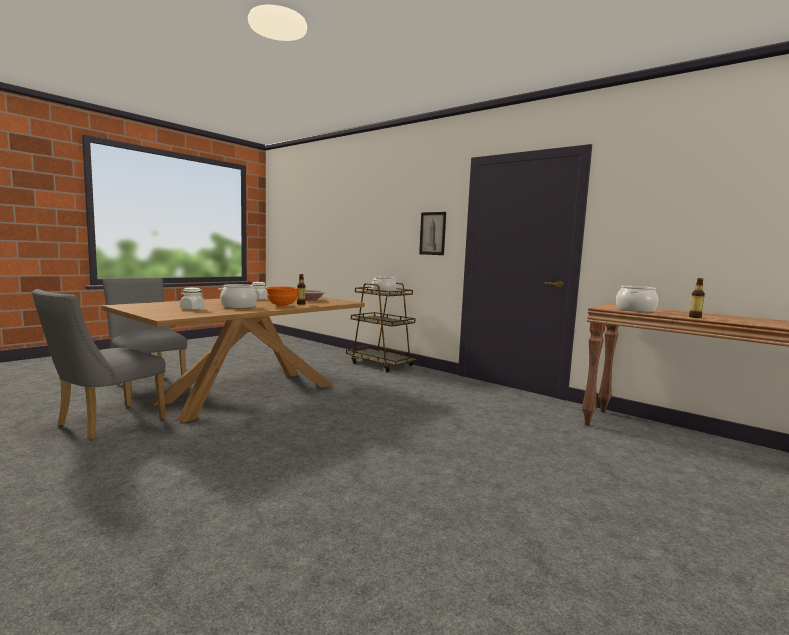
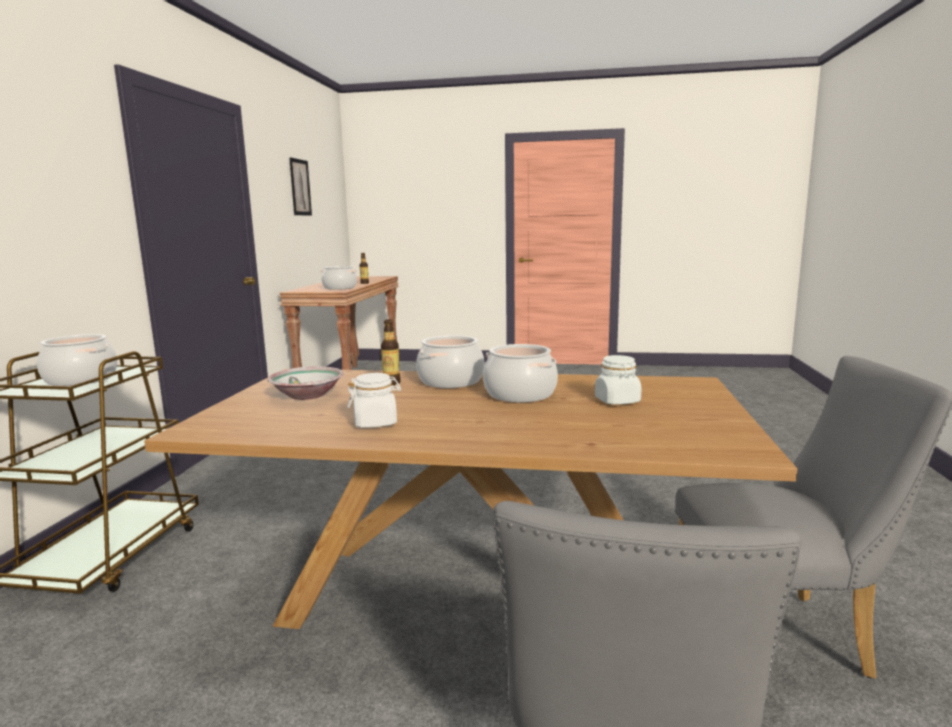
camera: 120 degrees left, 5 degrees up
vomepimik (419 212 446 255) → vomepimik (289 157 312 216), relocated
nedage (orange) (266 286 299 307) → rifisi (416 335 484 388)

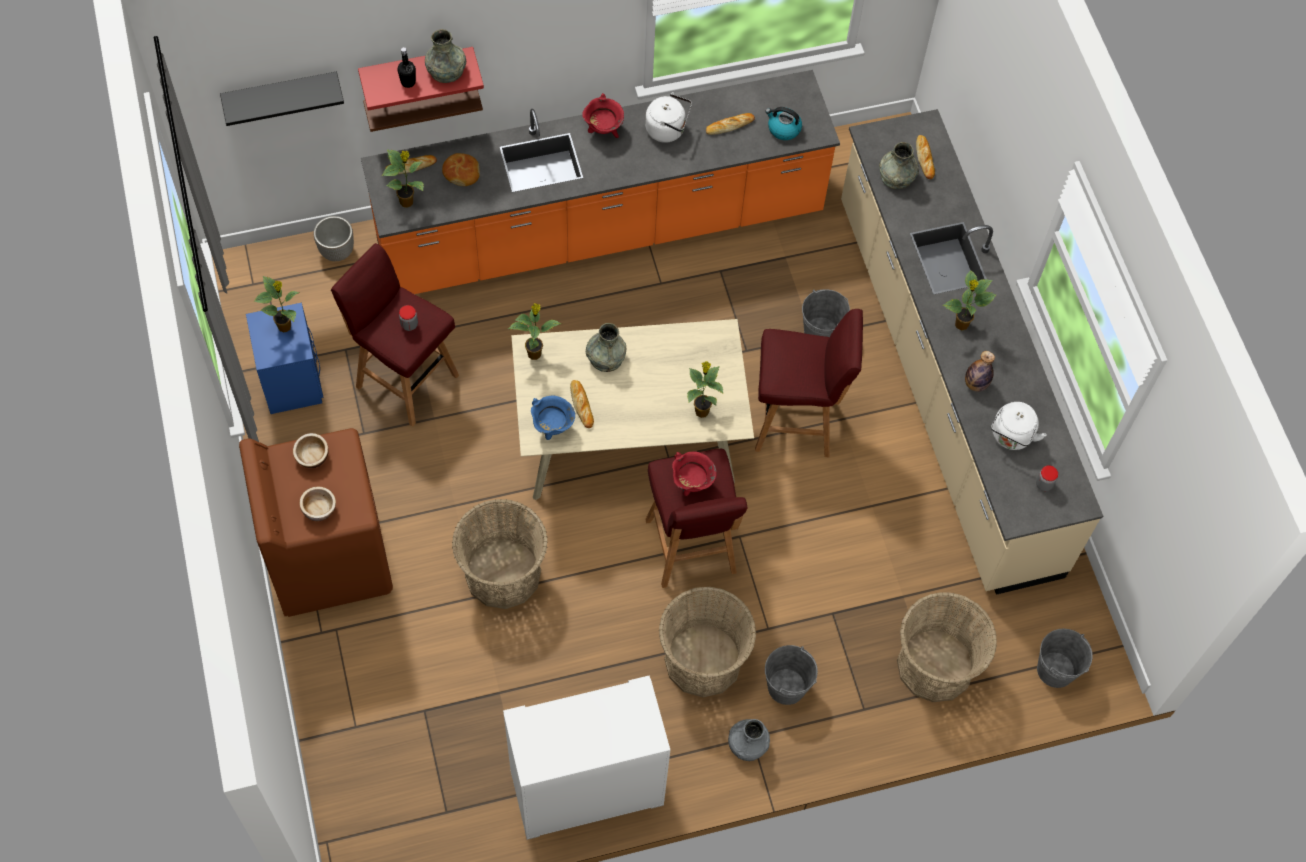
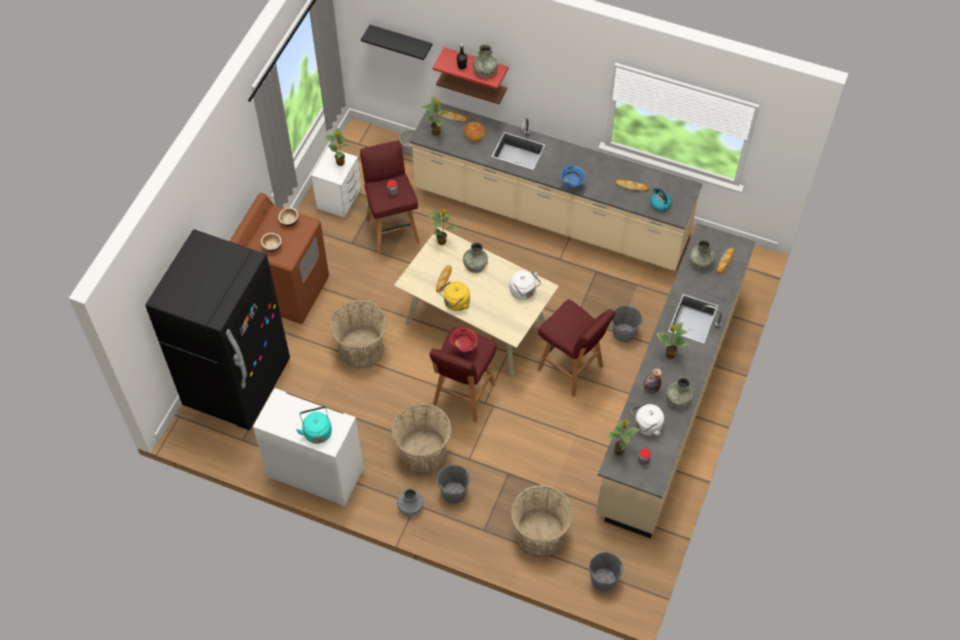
camera: 40 degrees right, 5 degrees down
rifisi (red) (582 93 624 138) → -
- → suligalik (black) (146 229 290 430)
- → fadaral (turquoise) (296 406 332 444)
- → fadaral (yellow) (438 281 470 311)
- → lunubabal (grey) (666 377 693 409)
rifisi (blue) (531 395 575 440) → rifisi (blue) (560 163 586 189), relocated
fadaral (white) (645 92 692 143) → fadaral (white) (510 270 541 300), relocated
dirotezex (687 361 723 418) → dirotezex (606 419 640 456), relocated
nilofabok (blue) (246 303 323 414) → nilofabok (white) (311 147 361 218)
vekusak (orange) (361 70 840 294) → vekusak (beige) (409 102 702 271)

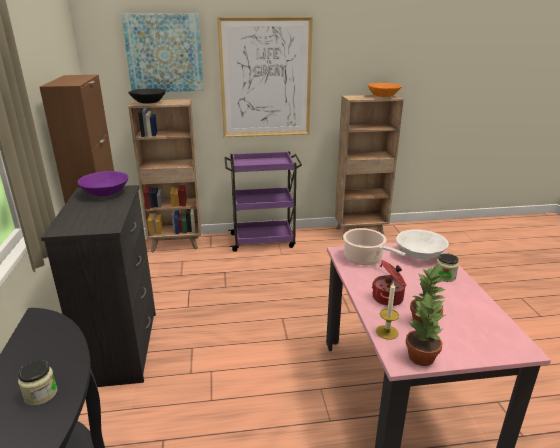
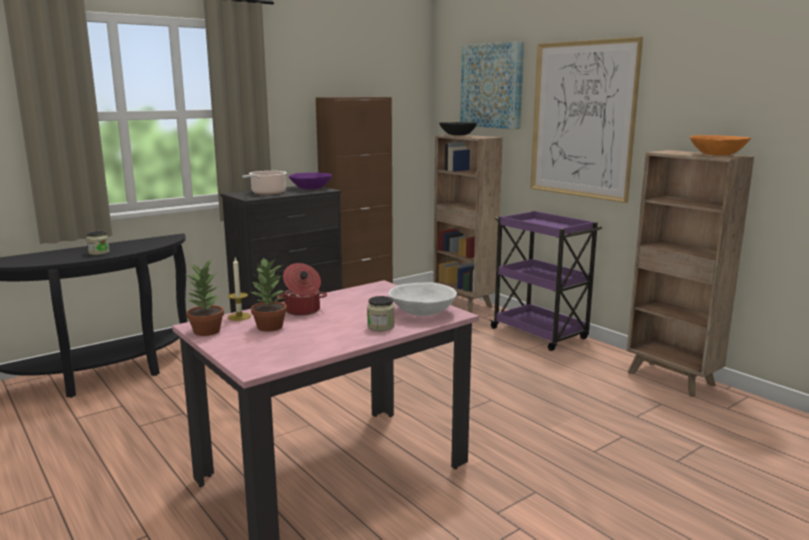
camera: 60 degrees right, 10 degrees down
rifisi (343 228 406 265) → rifisi (242 171 287 195), relocated

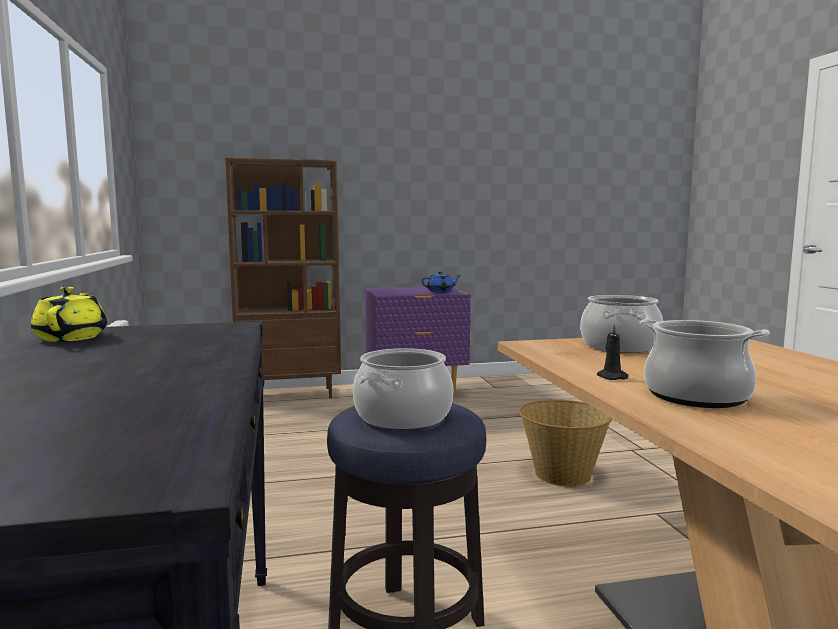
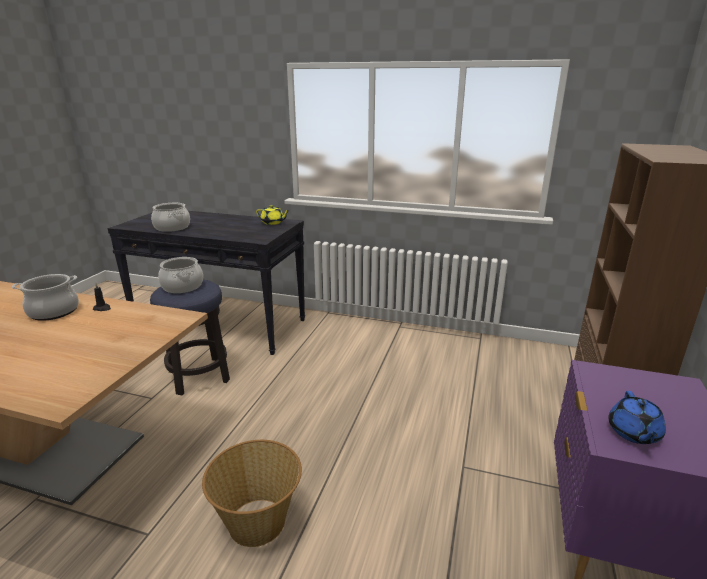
camera: 120 degrees right, 15 degrees up
rifisi (580 295 663 353) → rifisi (151 203 190 232), relocated

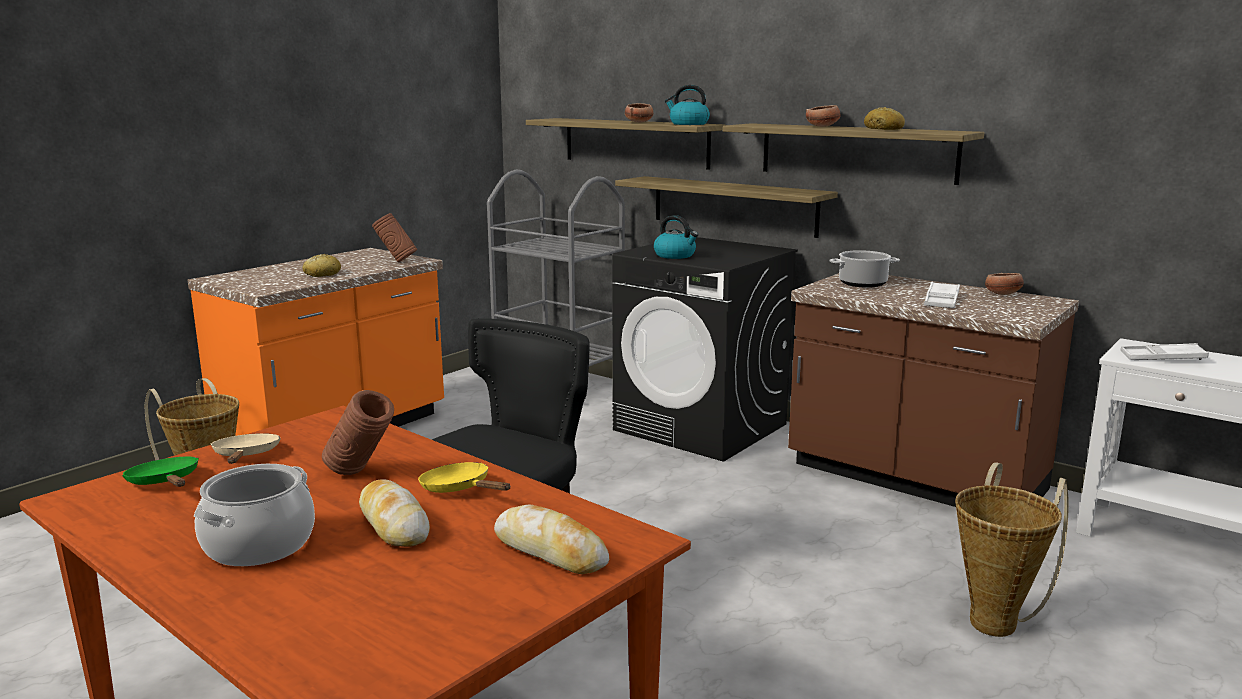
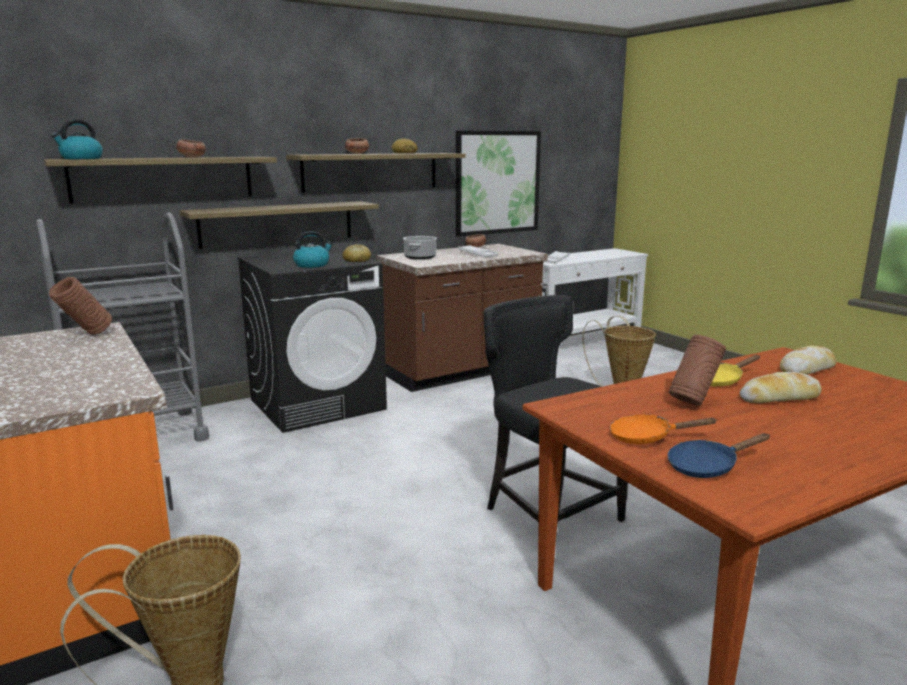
camera: 70 degrees left, 0 degrees up
rifisi (194 464 315 566) → -
- → vomepimik (456 130 541 237)
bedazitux (302 254 341 277) → bedazitux (343 244 371 262), relocated
fadaral (665 85 710 125) → fadaral (51 120 103 159), relocated
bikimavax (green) (122 456 199 487) → bikimavax (blue) (667 433 770 478)
bikimavax (beige) (210 433 281 464) → bikimavax (orange) (610 414 717 444)

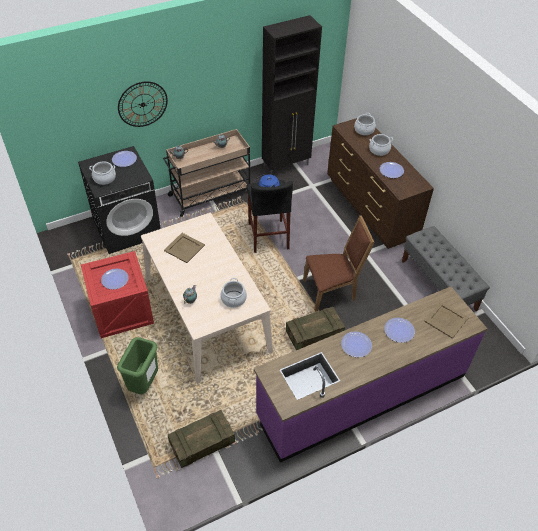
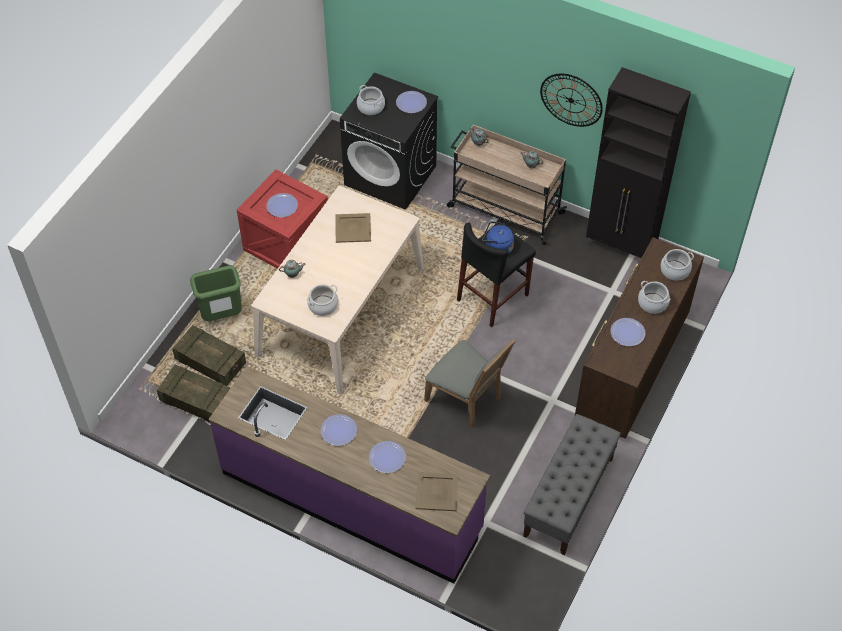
camera: 55 degrees right, 5 degrees up
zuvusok (118 81 168 127) → zuvusok (540 74 603 127), relocated
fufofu (286 307 345 350) → fufofu (172 325 246 386), relocated
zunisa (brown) (303 215 375 312) → zunisa (grey) (424 339 516 428)

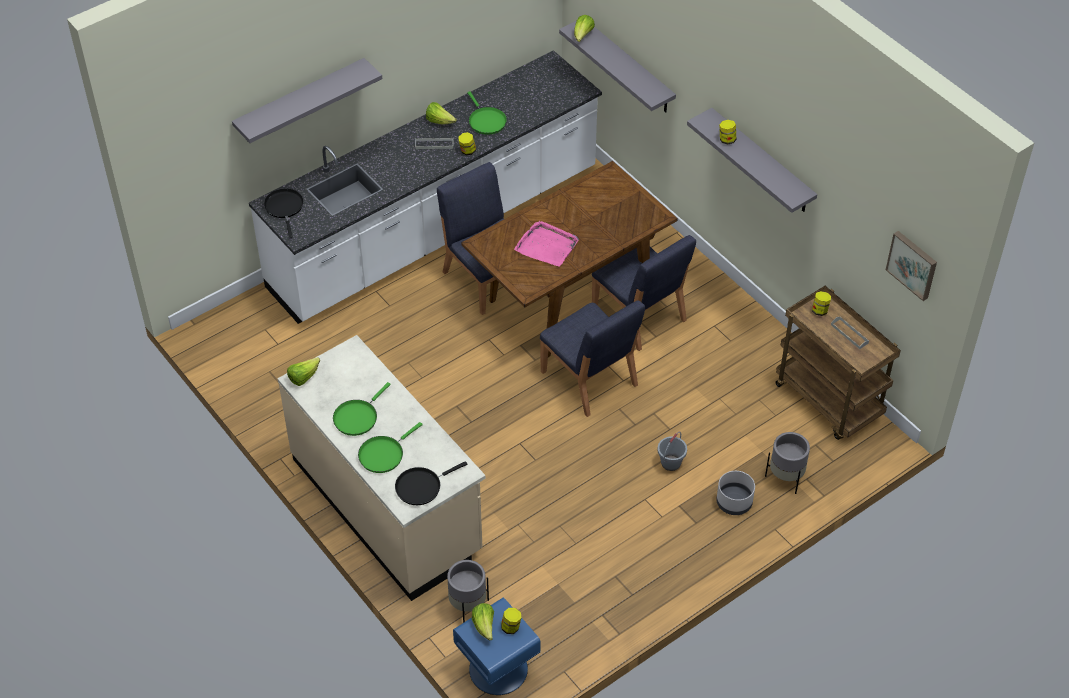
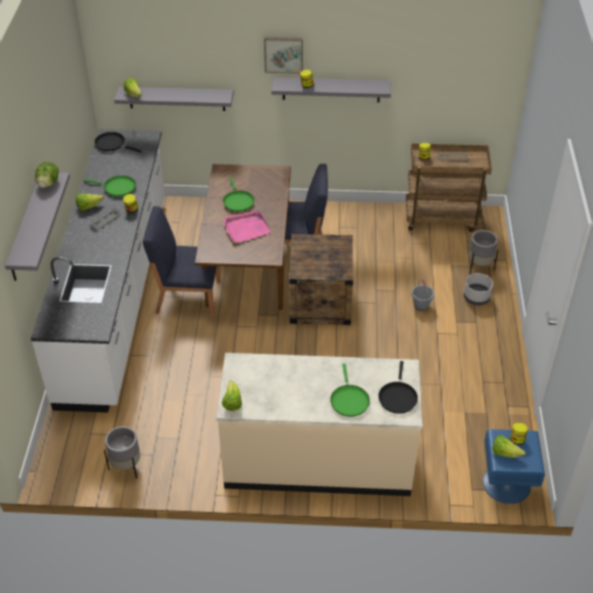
camera: 50 degrees left, 5 degrees down
- → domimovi (35 162 59 188)
bikimavax (black) (264 188 304 239) → bikimavax (black) (94 132 141 152), relocated
bikimavax (green) (333 382 391 436) → bikimavax (green) (223 177 254 212), relocated
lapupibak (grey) (447 560 489 623) → lapupibak (grey) (104 426 140 479), relocated
vomepimik (886 231 937 301) → vomepimik (264 37 303 74), relocated
zunisa (blue) (540 300 645 417) → fufofu (289 234 353 325)

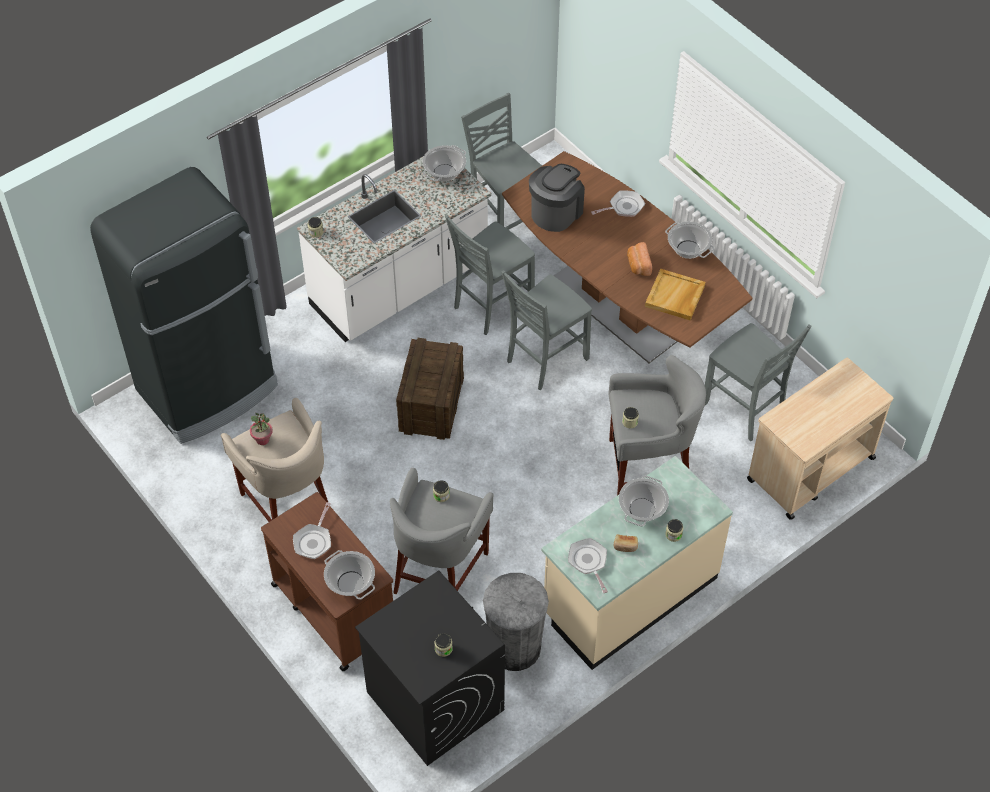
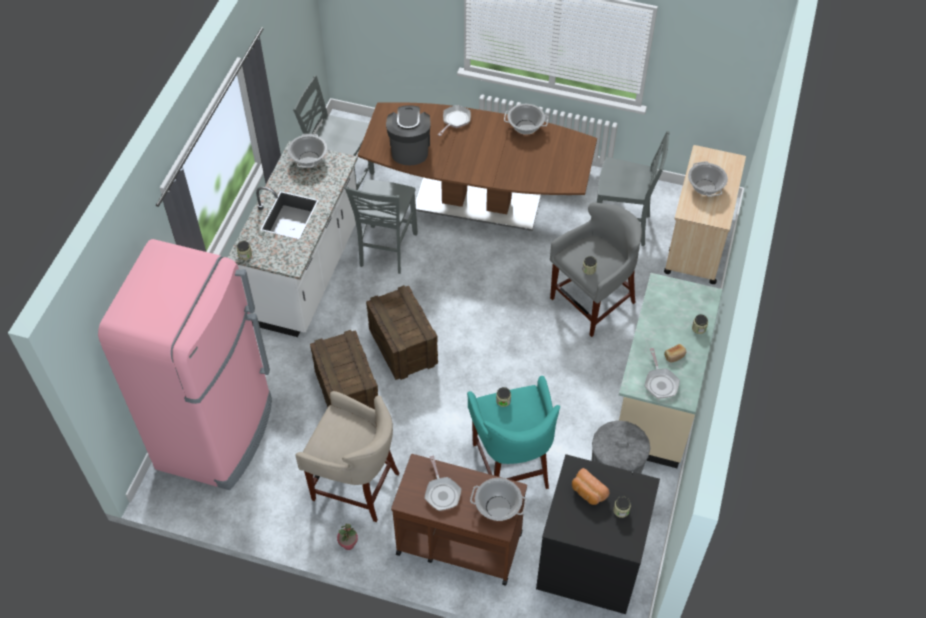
camera: 35 degrees left, 0 degrees up
zunisa (grey) (501 270 592 390) → -
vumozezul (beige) (645 269 705 320) → -
- → fufofu (310 330 378 410)
dirotezex (250 413 272 445) → dirotezex (337 524 358 550), relocated
rifisi (619 476 669 527) → rifisi (688 161 728 197), relocated
bedazitux (627 242 652 276) → bedazitux (572 468 610 505), relocated
suligalik (black) (90 167 278 444) → suligalik (pink) (98 239 272 490)
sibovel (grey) (390 468 494 595) → sibovel (turquoise) (467 376 560 489)
bikimavax (568 538 608 593) → bikimavax (644 348 680 399), 135 degrees counterclockwise

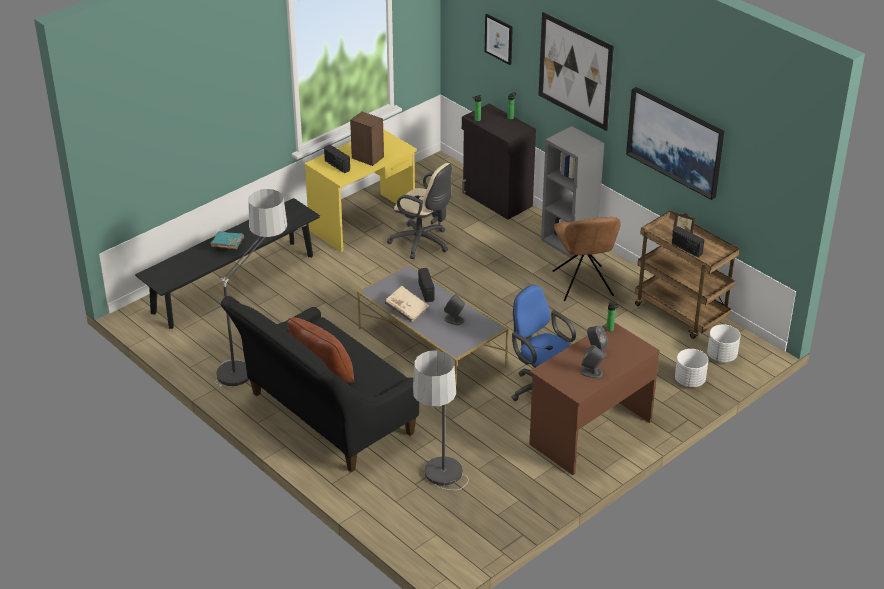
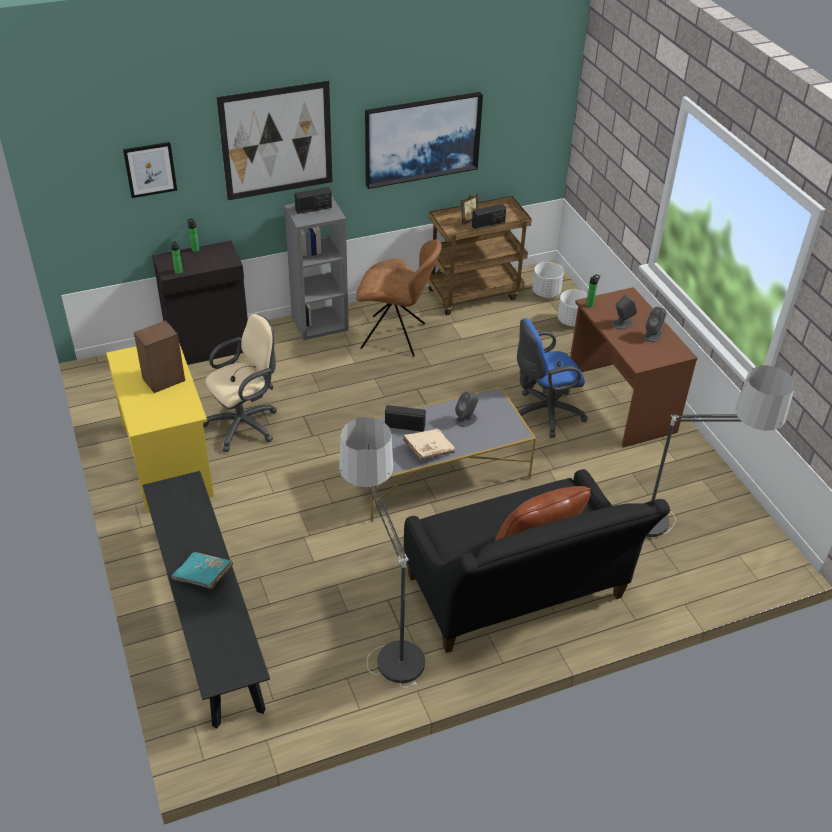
camera: 70 degrees left, 5 degrees up
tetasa (324 145 350 173) → tetasa (294 187 332 214), relocated

